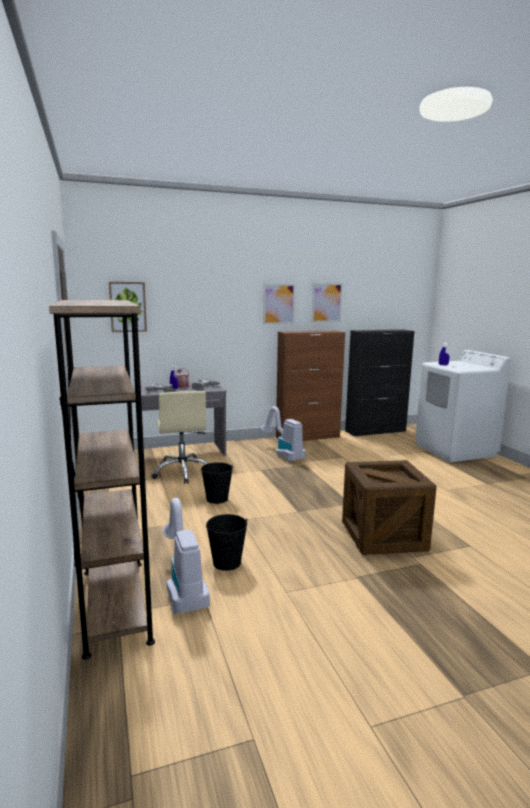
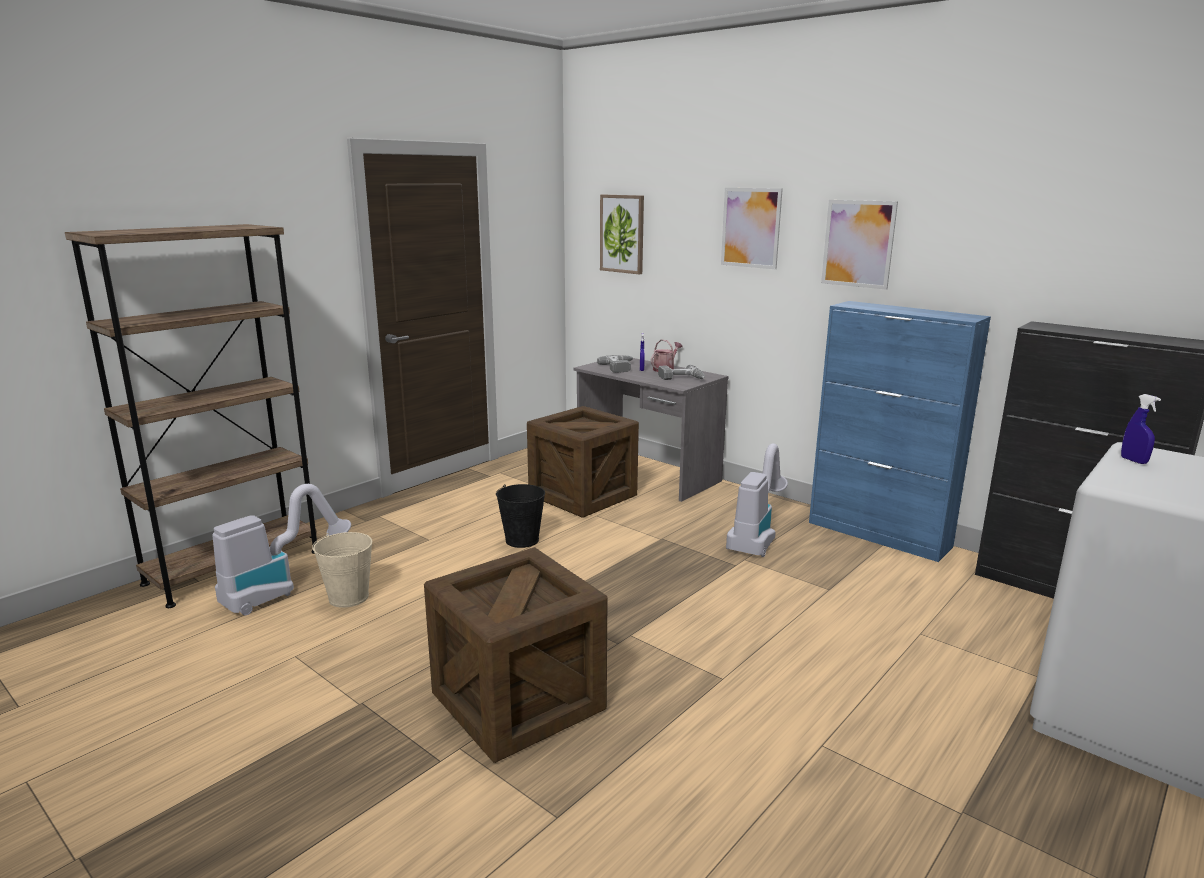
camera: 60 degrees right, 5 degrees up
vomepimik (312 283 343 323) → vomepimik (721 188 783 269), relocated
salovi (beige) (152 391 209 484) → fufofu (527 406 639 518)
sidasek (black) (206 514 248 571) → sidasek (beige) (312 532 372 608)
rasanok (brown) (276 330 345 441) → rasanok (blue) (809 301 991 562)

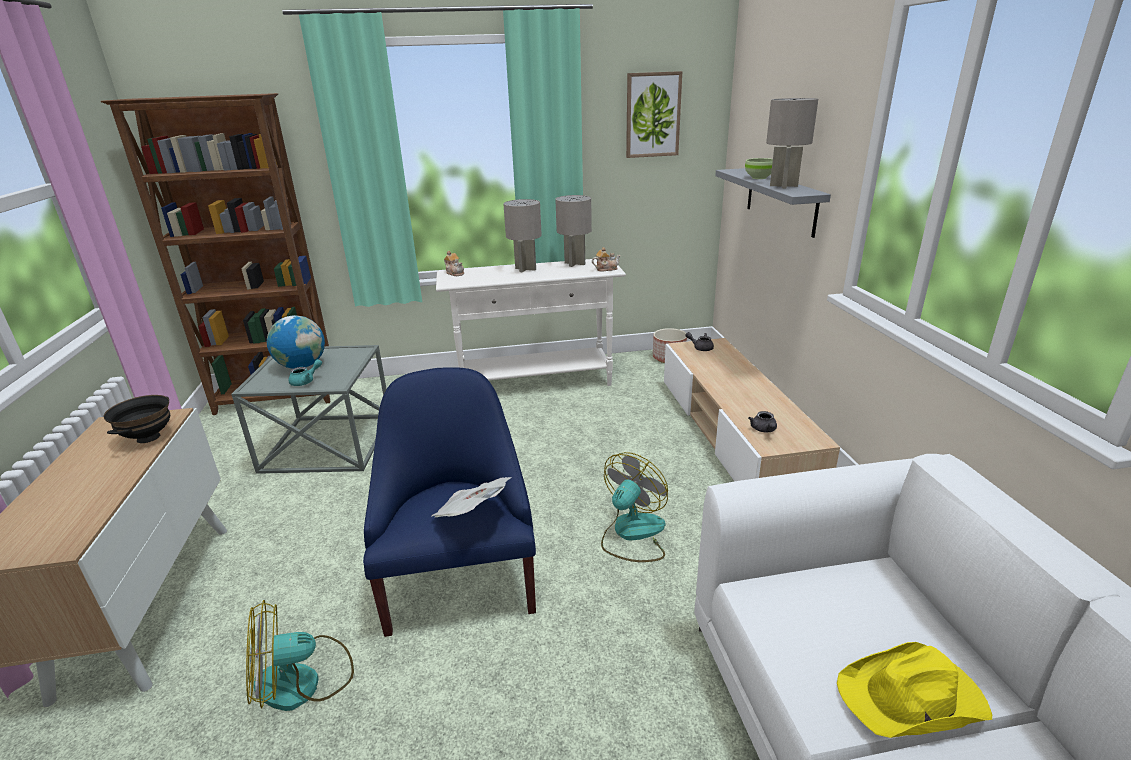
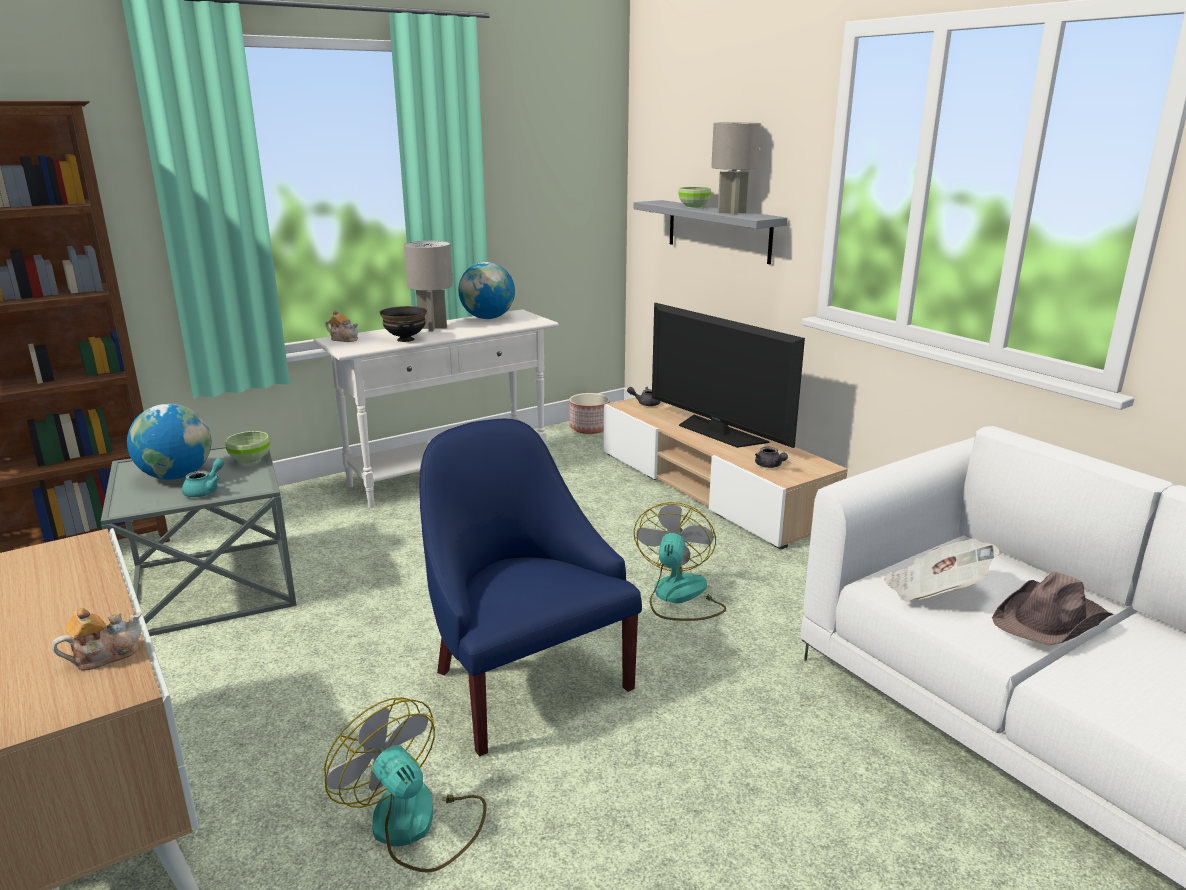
camera: 25 degrees left, 5 degrees down
vomepimik (626 71 682 158) → -
- → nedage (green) (225 431 270 464)
- → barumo (652 303 805 448)
nedage (black) (103 395 171 443) → nedage (black) (379 306 427 342), relocated
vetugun (432 477 511 517) → vetugun (884 539 1000 602), relocated
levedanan (592 247 621 271) → levedanan (52 608 142 670), relocated
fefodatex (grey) (555 195 592 267) → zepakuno (458 262 515 319)
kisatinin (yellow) (837 642 992 738) → kisatinin (brown) (992 572 1113 646)
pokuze (246 600 354 711) → pokuze (324 697 486 873), 90 degrees clockwise

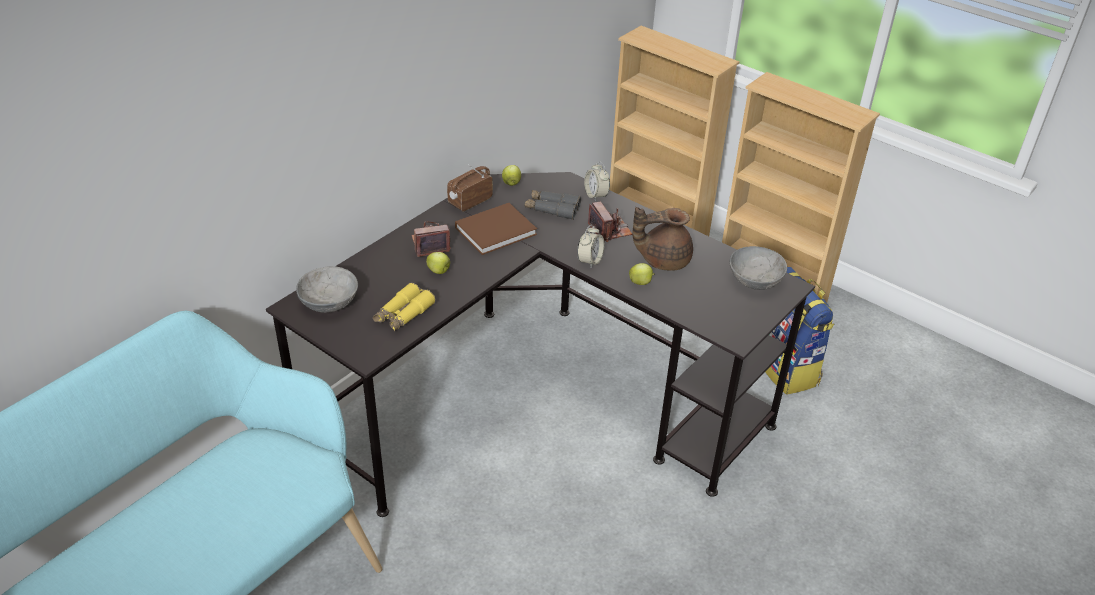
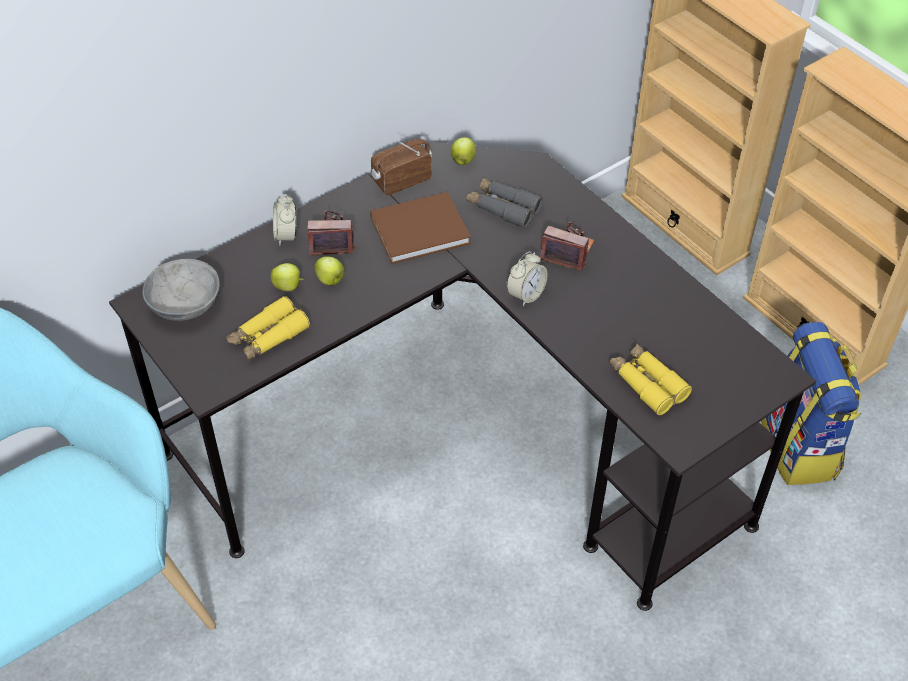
camera: 15 degrees right, 10 degrees up
levedanan (brown) (632 207 693 271) → -
nedage (grey) (730 246 787 290) → -
- → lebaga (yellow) (610 343 692 415)
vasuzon (584 161 610 202) → vasuzon (273 194 297 246), relocated
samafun (629 263 655 285) → samafun (271 263 303 291), relocated
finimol (588 202 632 242) → finimol (540 222 594 270), 60 degrees counterclockwise

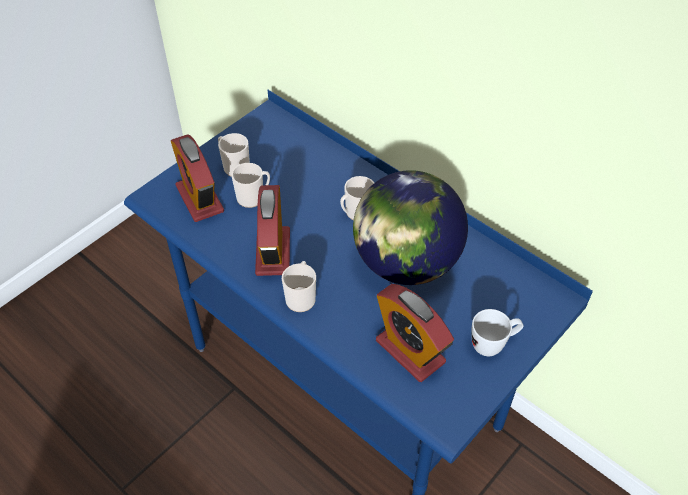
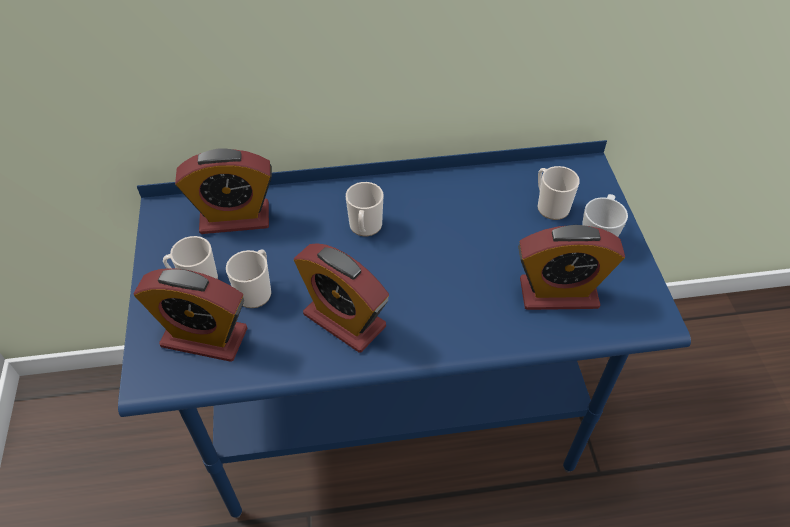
camera: 50 degrees left, 0 degrees up
zepakuno (353 170 468 285) → -
- → vasuzon (175 148 272 234)
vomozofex (282 261 316 312) → vomozofex (538 166 580 220), relocated

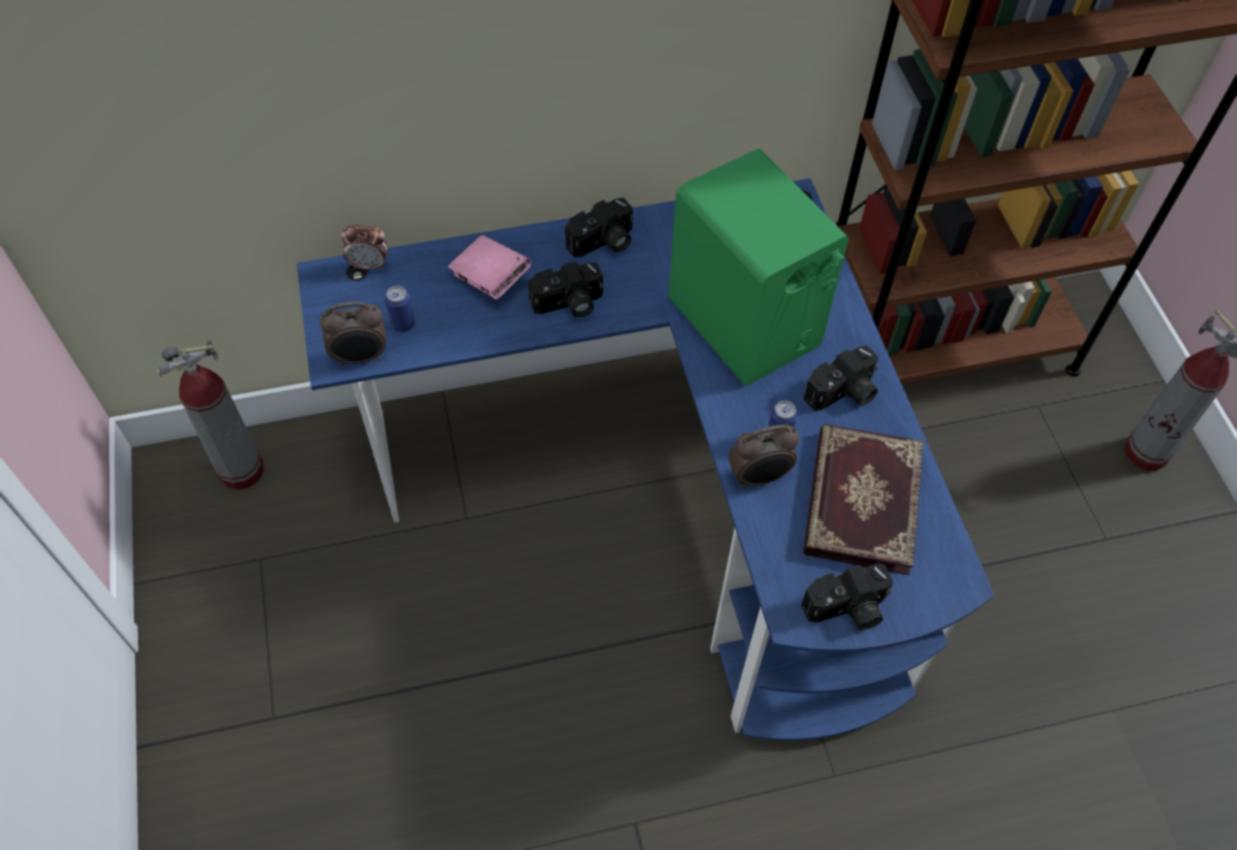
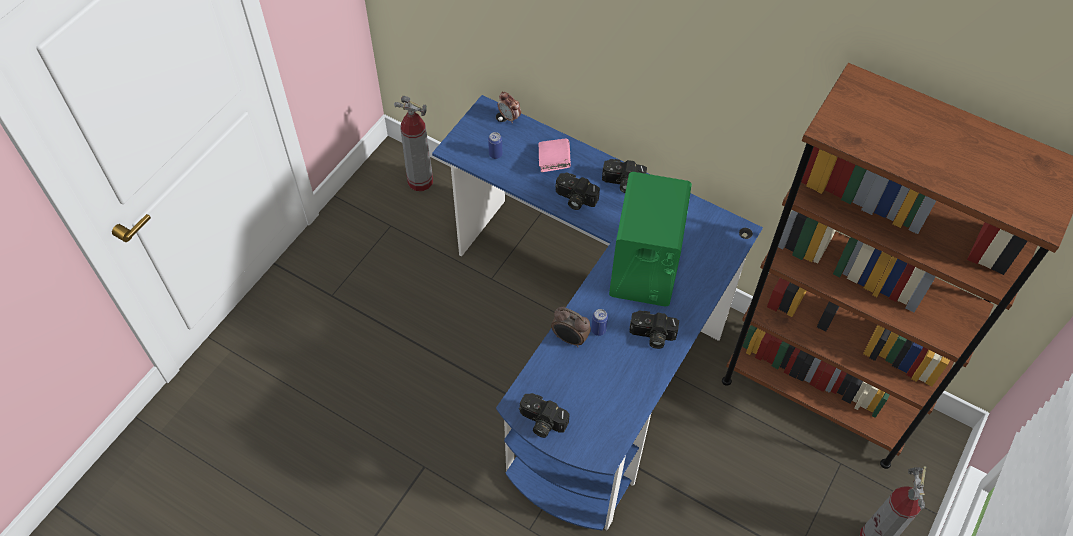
camera: 45 degrees right, 0 degrees up
vasuzon (319 302 386 366) → -
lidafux (803 424 923 575) → -

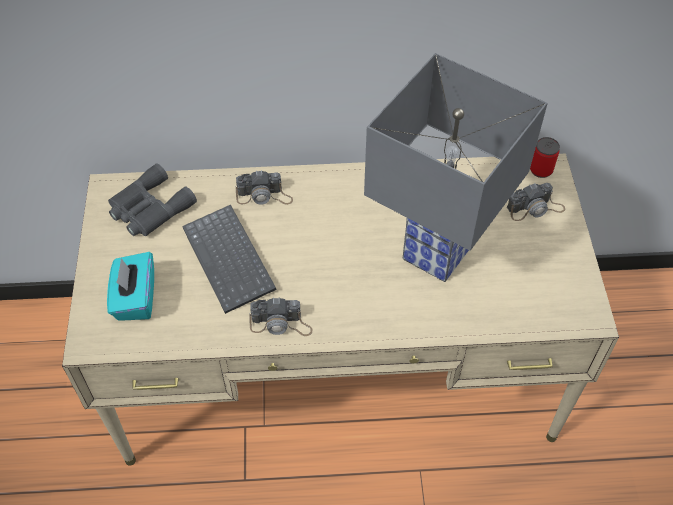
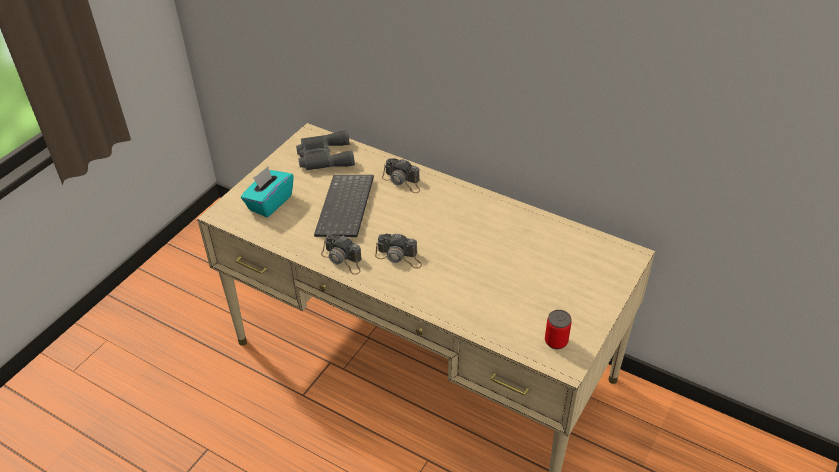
camera: 35 degrees right, 10 degrees down
fefodatex (grey) (364 53 548 282) → -
finimol (507 183 566 221) → finimol (375 233 422 269), relocated
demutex (530 137 560 178) → demutex (545 310 572 349), relocated

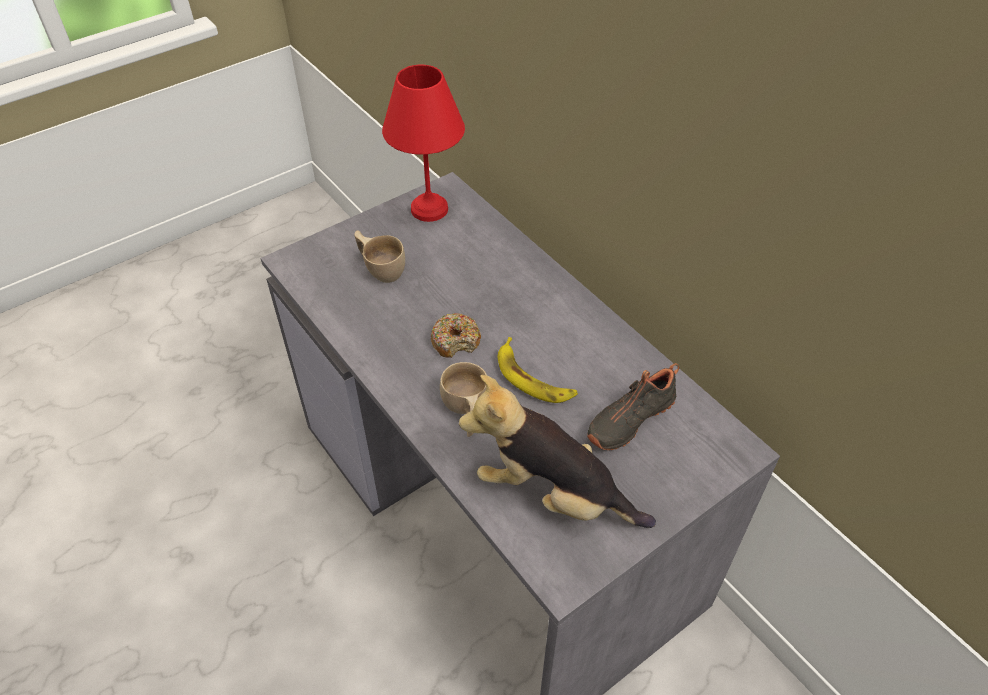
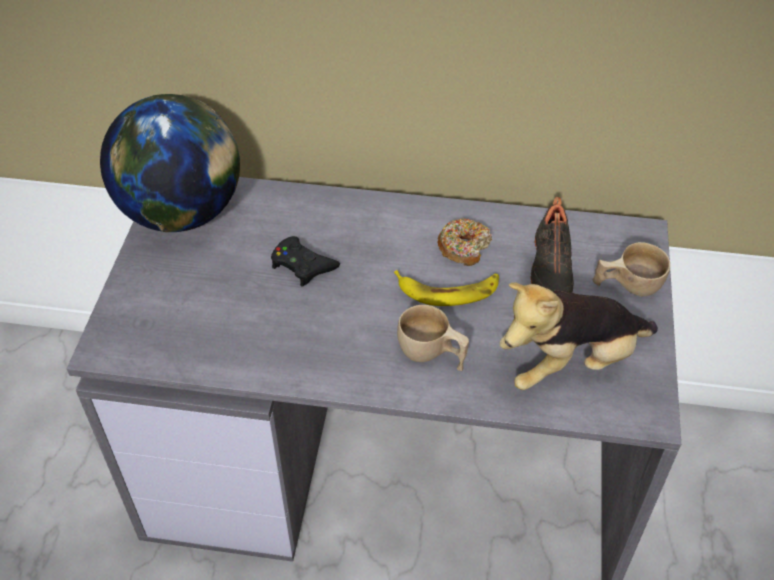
camera: 45 degrees left, 0 degrees up
- → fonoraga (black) (271 236 340 287)
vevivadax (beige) (354 230 405 283) → vevivadax (beige) (593 242 670 296), relocated
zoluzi (431 313 481 358) → zoluzi (437 218 492 266), relocated
fefodatex (red) (382 65 465 222) → zepakuno (100 94 240 232)

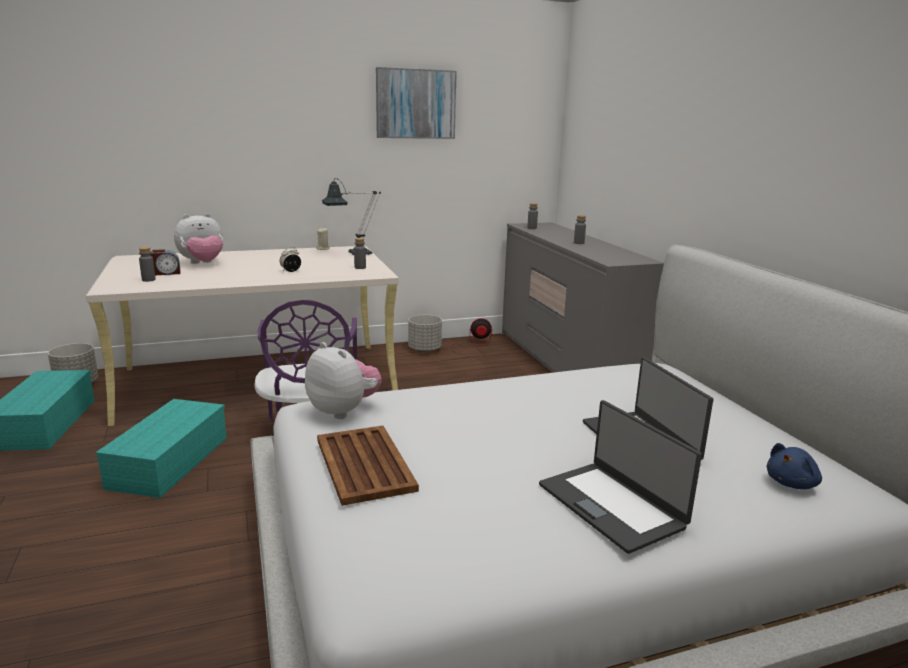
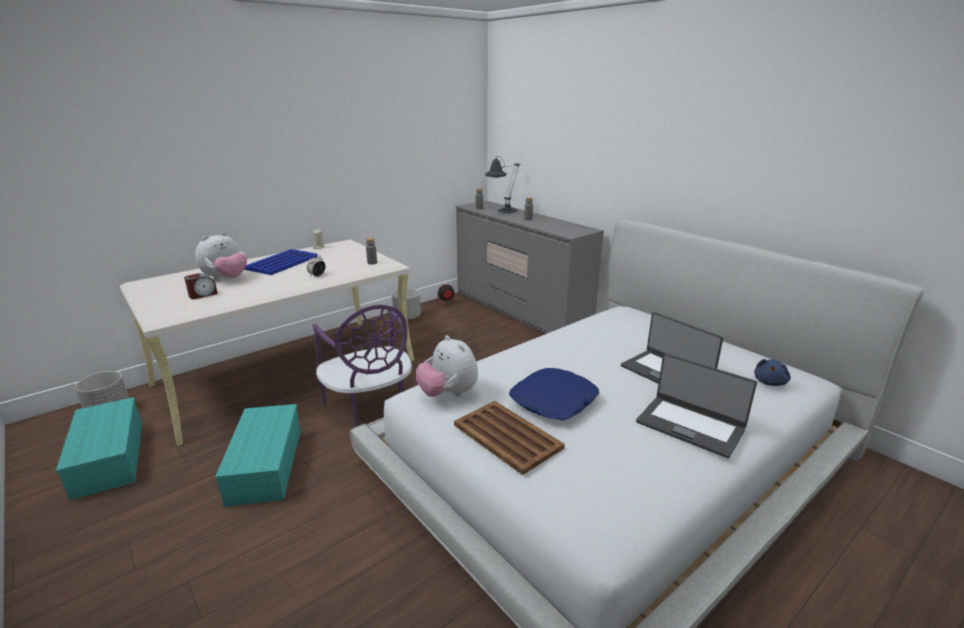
camera: 20 degrees left, 5 degrees up
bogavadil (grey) (139 247 156 282) → -
vomepimik (376 67 457 139) → -
- → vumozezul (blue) (244 249 318 275)
- → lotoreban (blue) (509 368 599 420)
fefodatex (322 178 381 255) → fefodatex (485 156 520 213), relocated
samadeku (305 342 382 419) → samadeku (416 335 478 397), 150 degrees counterclockwise

